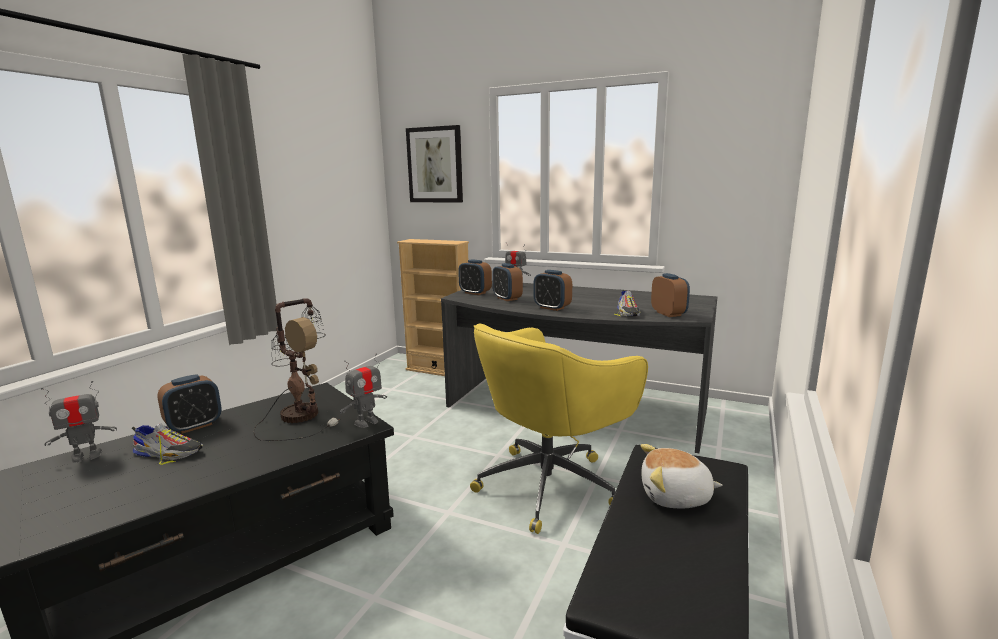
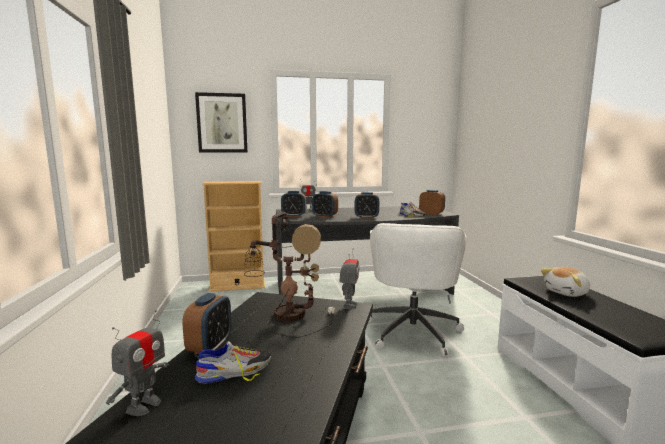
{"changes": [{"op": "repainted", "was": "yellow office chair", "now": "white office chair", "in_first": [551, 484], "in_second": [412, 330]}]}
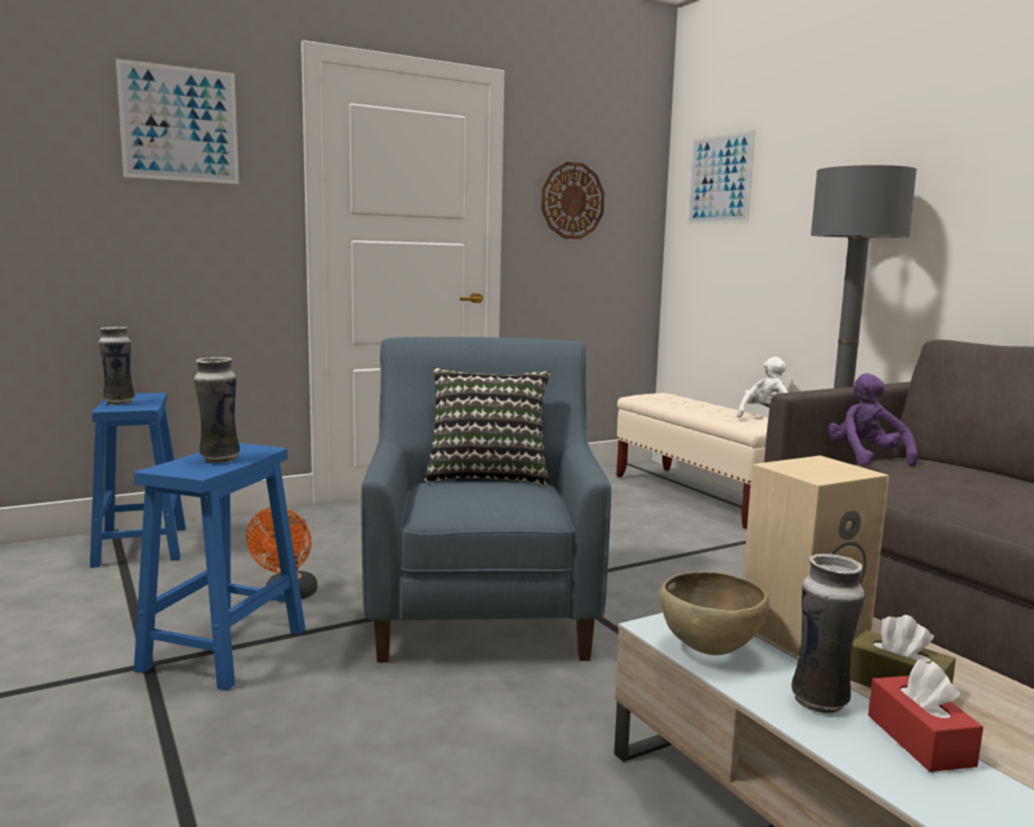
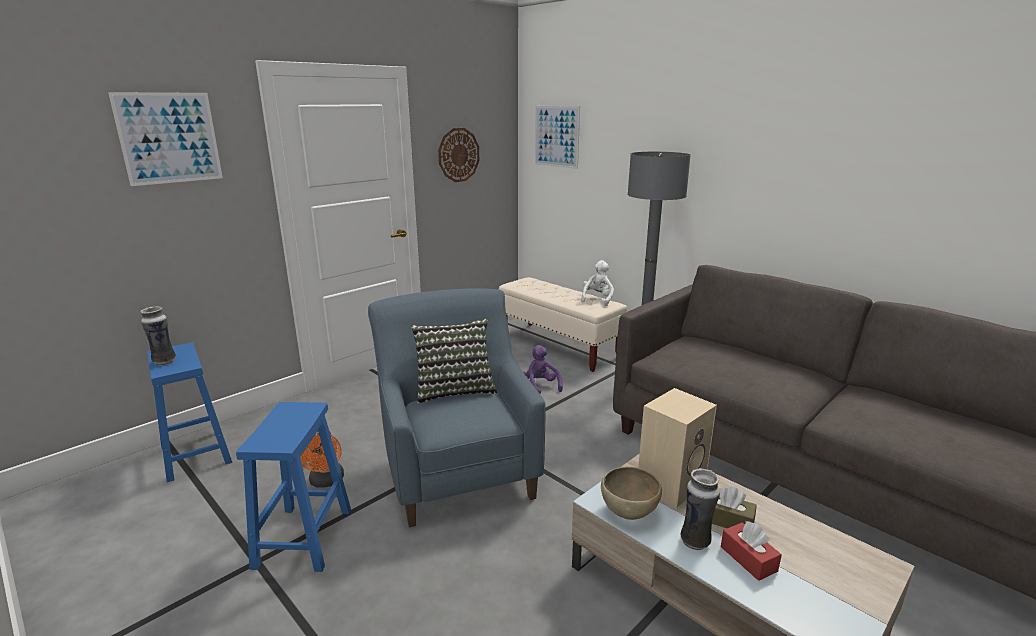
{"changes": [{"op": "shifted", "was": "purple plush toy", "in_first": [865, 458], "in_second": [540, 386]}, {"op": "gone", "was": "vase", "in_first": [219, 459]}]}
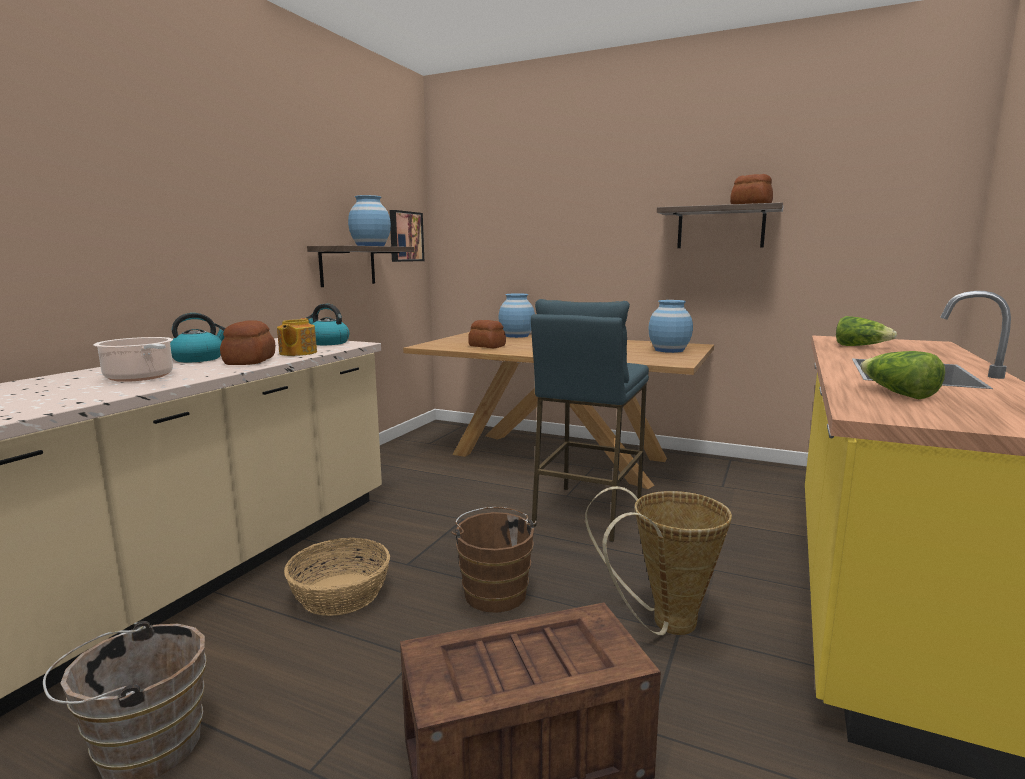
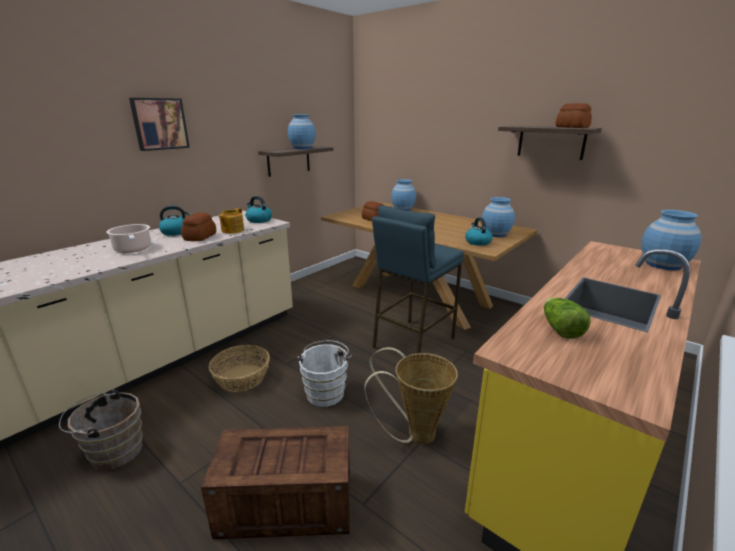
{"changes": [{"op": "shifted", "was": "picture", "in_first": [405, 236], "in_second": [159, 124]}, {"op": "repainted", "was": "brown bucket", "now": "white bucket", "in_first": [495, 591], "in_second": [326, 391]}, {"op": "new", "now": "kettle", "in_second": [477, 242]}, {"op": "new", "now": "blue vase", "in_second": [663, 265]}, {"op": "gone", "was": "lettuce", "in_first": [860, 346]}]}
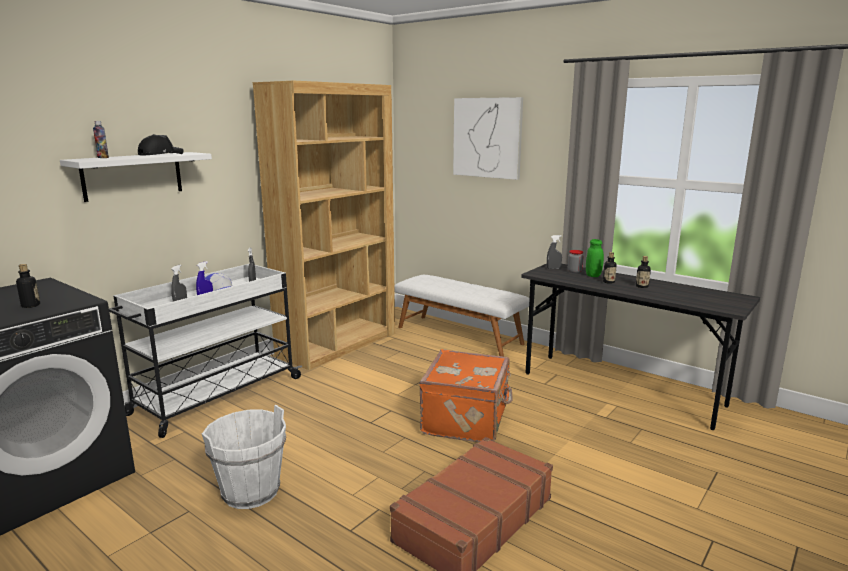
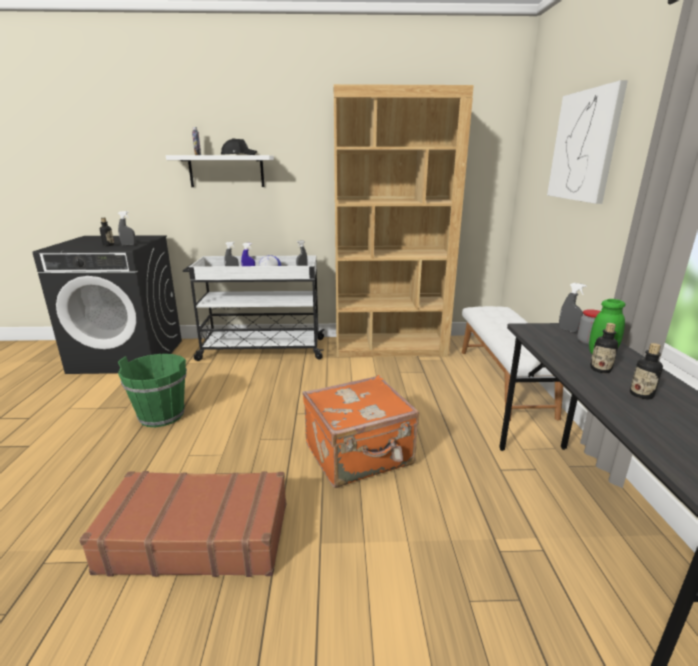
{"changes": [{"op": "new", "now": "grey spray bottle", "in_second": [128, 245]}, {"op": "repainted", "was": "white bucket", "now": "green bucket", "in_first": [251, 491], "in_second": [162, 415]}]}
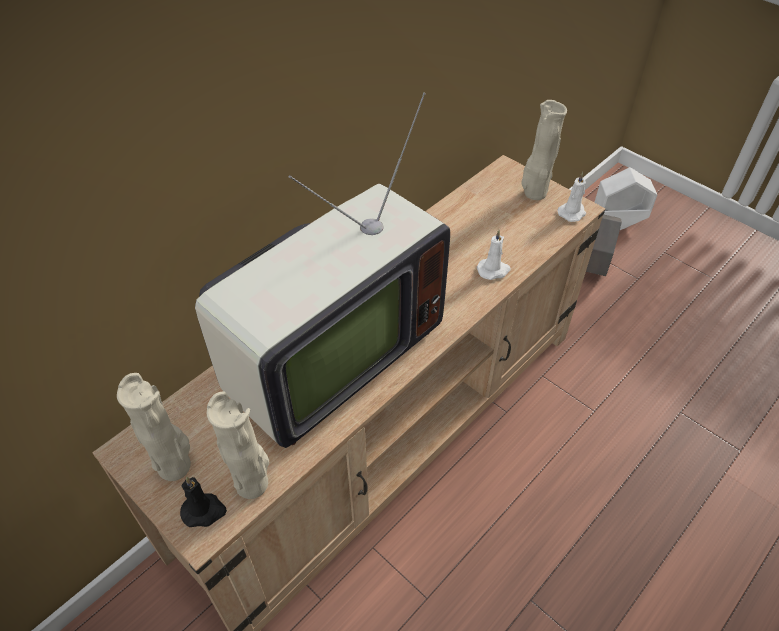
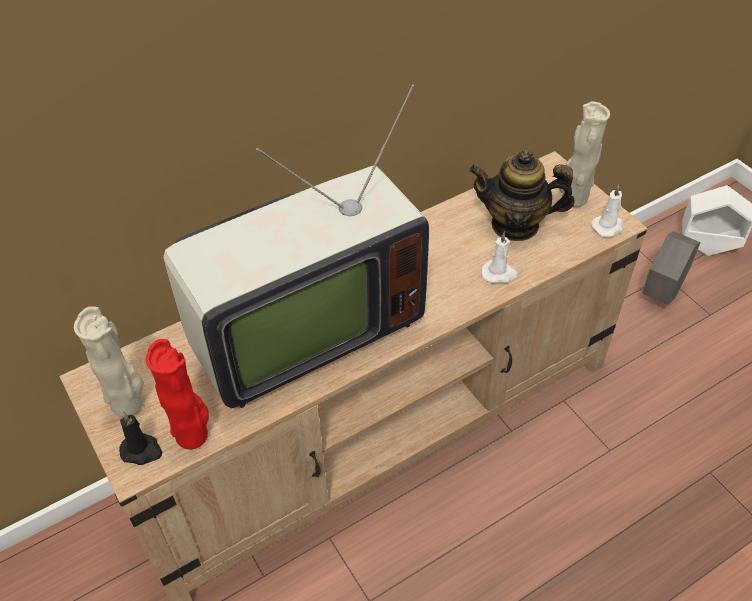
{"changes": [{"op": "repainted", "was": "beige vase", "now": "red vase", "in_first": [253, 483], "in_second": [194, 435]}, {"op": "new", "now": "teapot", "in_second": [515, 225]}]}
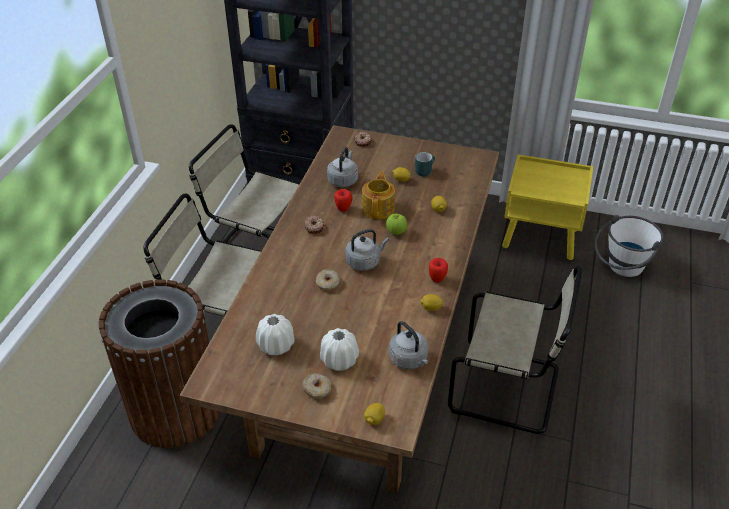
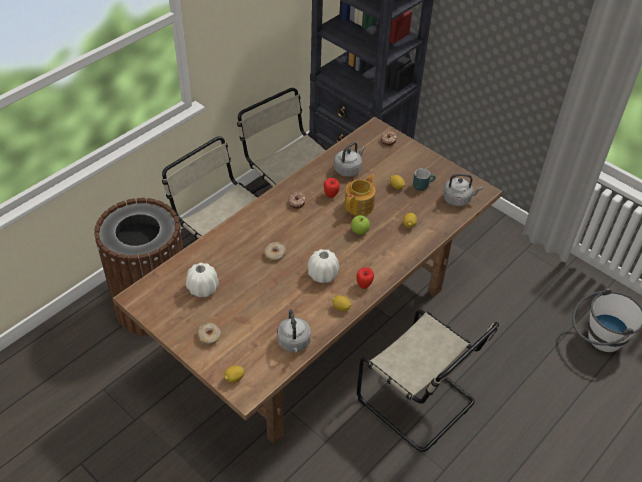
{"changes": [{"op": "shifted", "was": "white vase", "in_first": [339, 360], "in_second": [323, 274]}, {"op": "shifted", "was": "grey kettle", "in_first": [364, 261], "in_second": [458, 199]}, {"op": "gone", "was": "yellow nightstand", "in_first": [541, 238]}]}
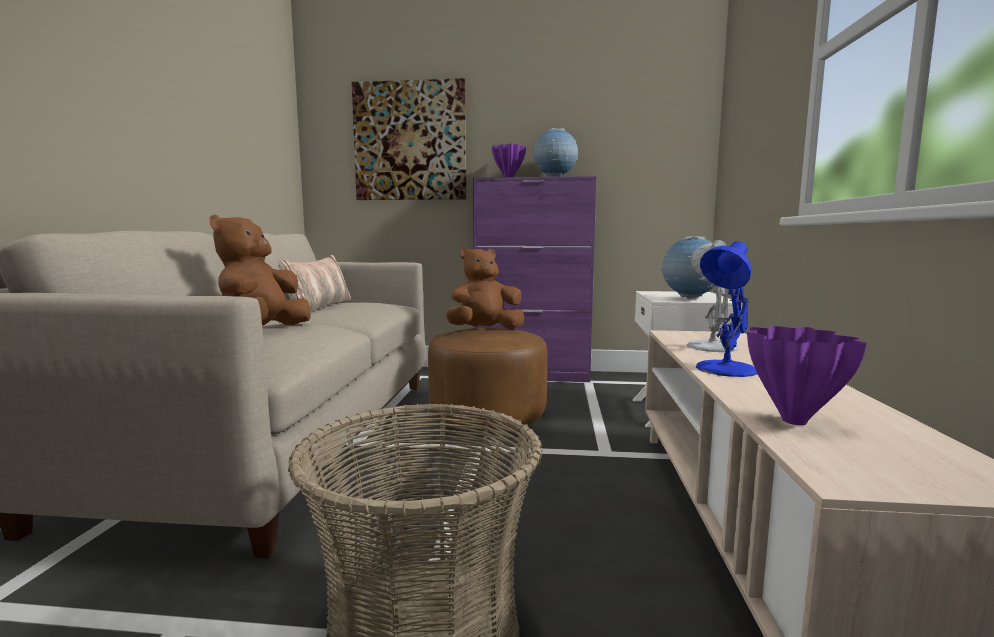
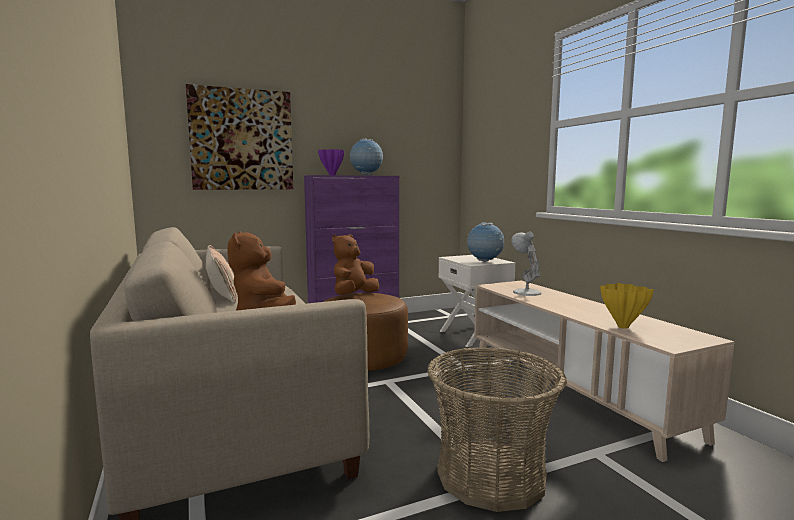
{"changes": [{"op": "repainted", "was": "purple vase", "now": "yellow vase", "in_first": [792, 420], "in_second": [622, 326]}, {"op": "gone", "was": "blue table lamp", "in_first": [725, 369]}]}
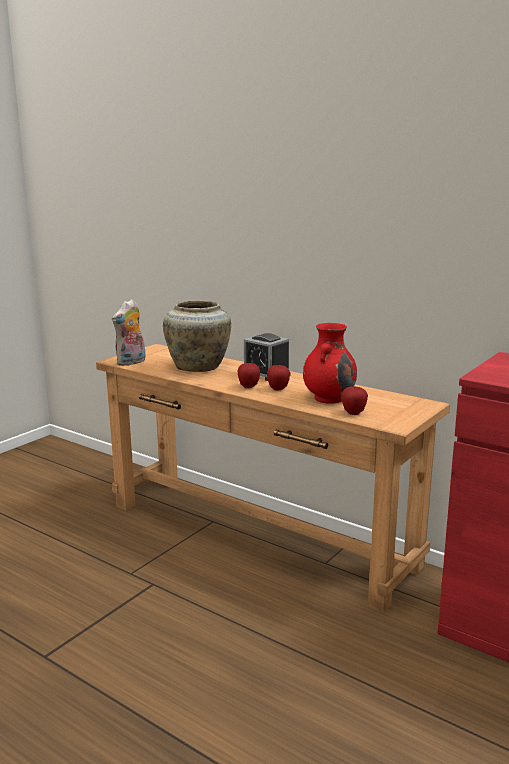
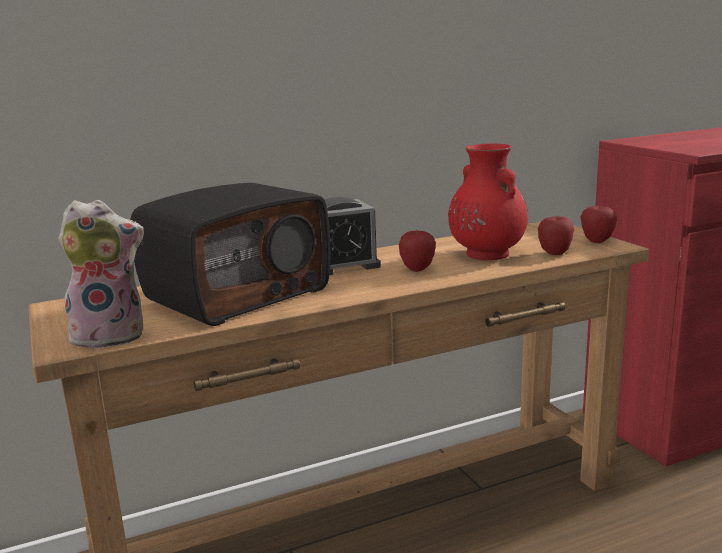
{"changes": [{"op": "rotated", "was": "plush toy", "in_first": [131, 362], "in_second": [111, 335], "clockwise": -75}, {"op": "swapped", "was": "beige vase", "now": "radio", "in_first": [199, 367], "in_second": [237, 294]}, {"op": "shifted", "was": "apple", "in_first": [248, 387], "in_second": [597, 241]}]}
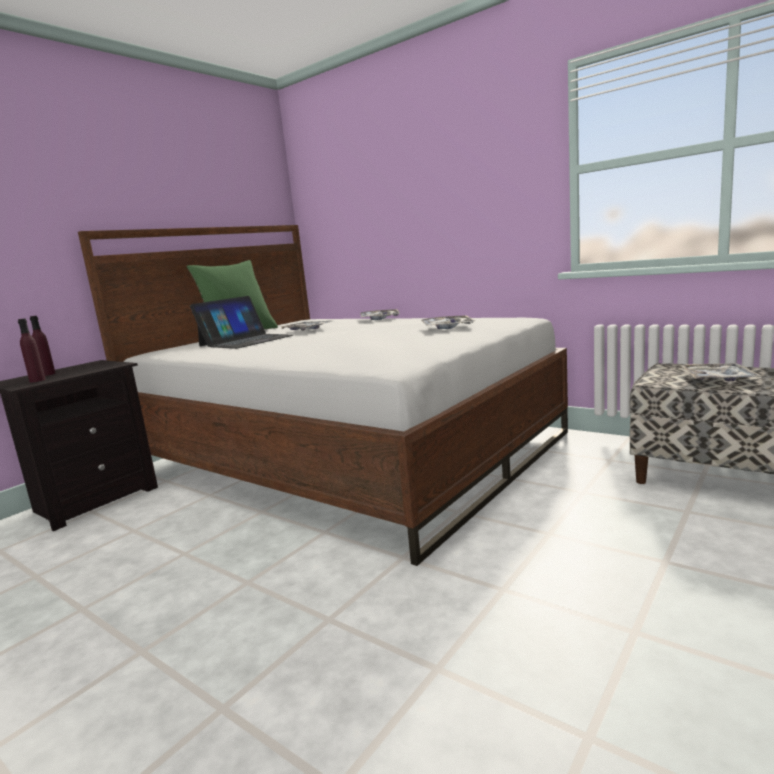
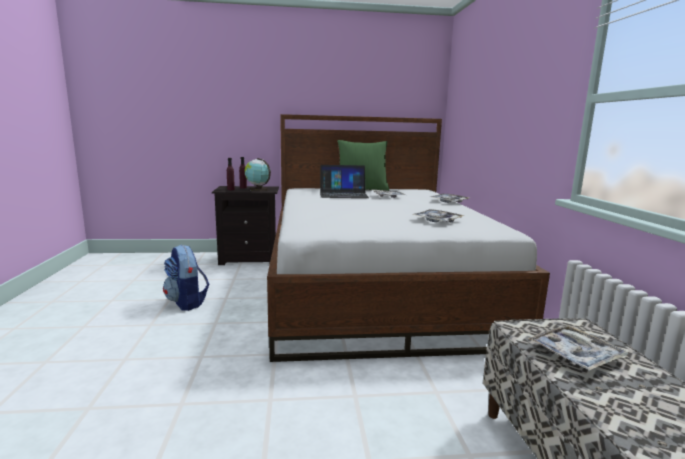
{"changes": [{"op": "new", "now": "backpack", "in_second": [187, 302]}, {"op": "new", "now": "globe", "in_second": [258, 189]}]}
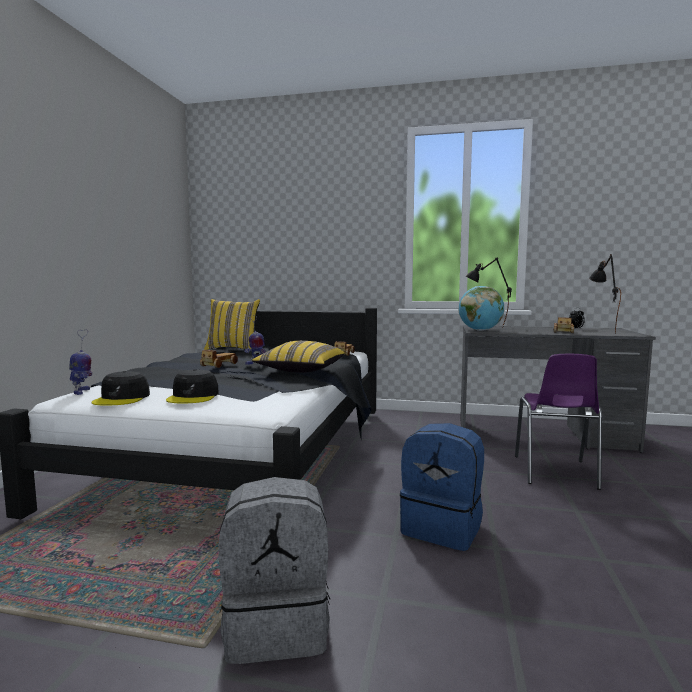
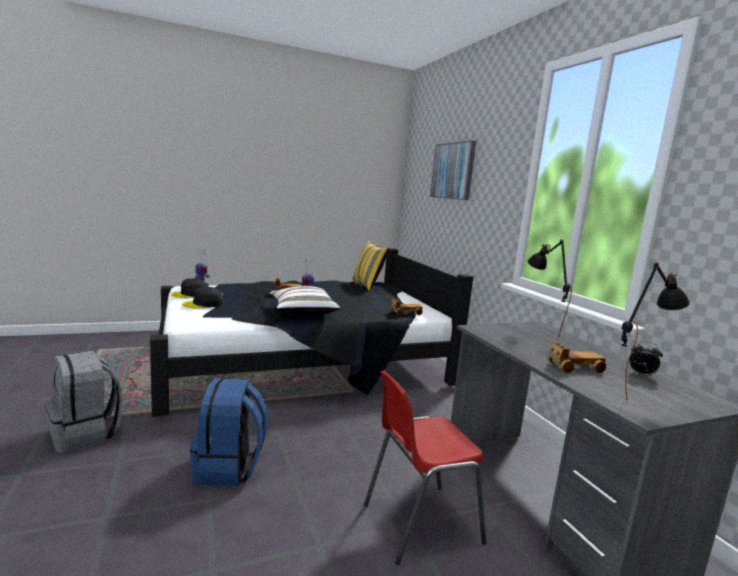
{"changes": [{"op": "repainted", "was": "yellow pillow", "now": "white pillow", "in_first": [300, 371], "in_second": [302, 312]}, {"op": "repainted", "was": "purple chair", "now": "red chair", "in_first": [555, 473], "in_second": [418, 523]}, {"op": "new", "now": "picture", "in_second": [453, 171]}, {"op": "gone", "was": "globe", "in_first": [480, 330]}]}
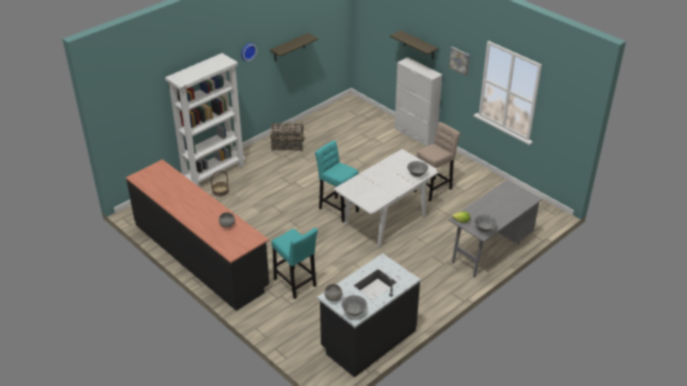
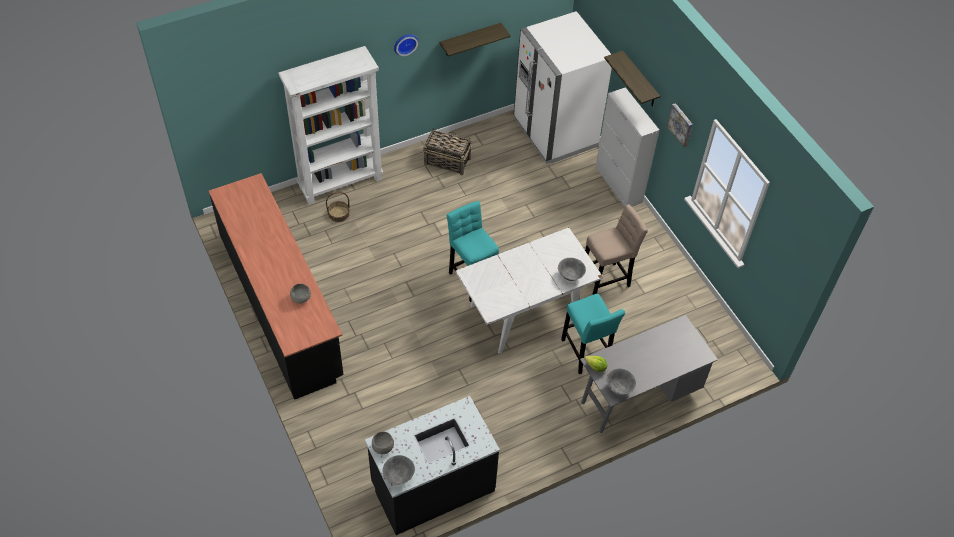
{"changes": [{"op": "new", "now": "white fridge", "in_second": [555, 133]}, {"op": "shifted", "was": "turquoise stool", "in_first": [296, 284], "in_second": [585, 354]}]}
